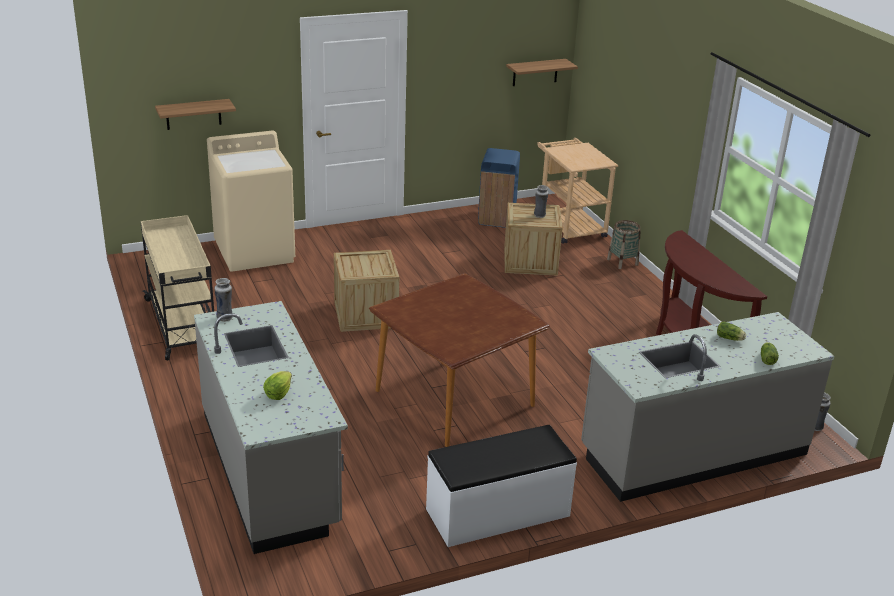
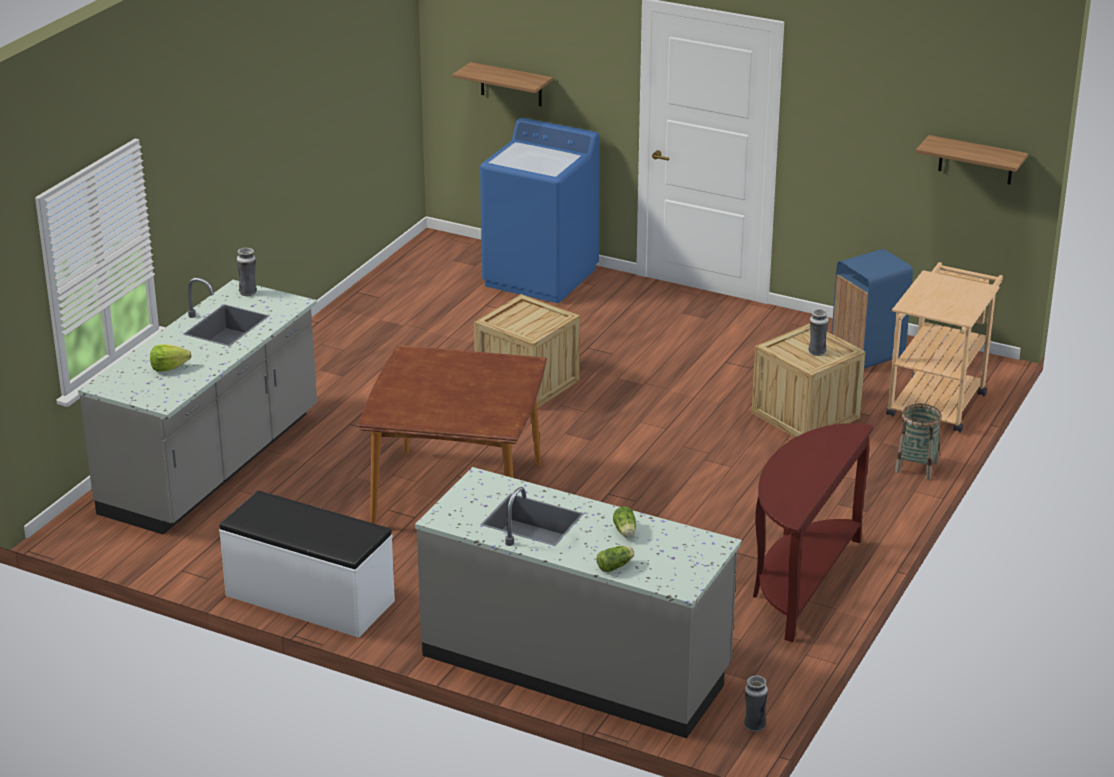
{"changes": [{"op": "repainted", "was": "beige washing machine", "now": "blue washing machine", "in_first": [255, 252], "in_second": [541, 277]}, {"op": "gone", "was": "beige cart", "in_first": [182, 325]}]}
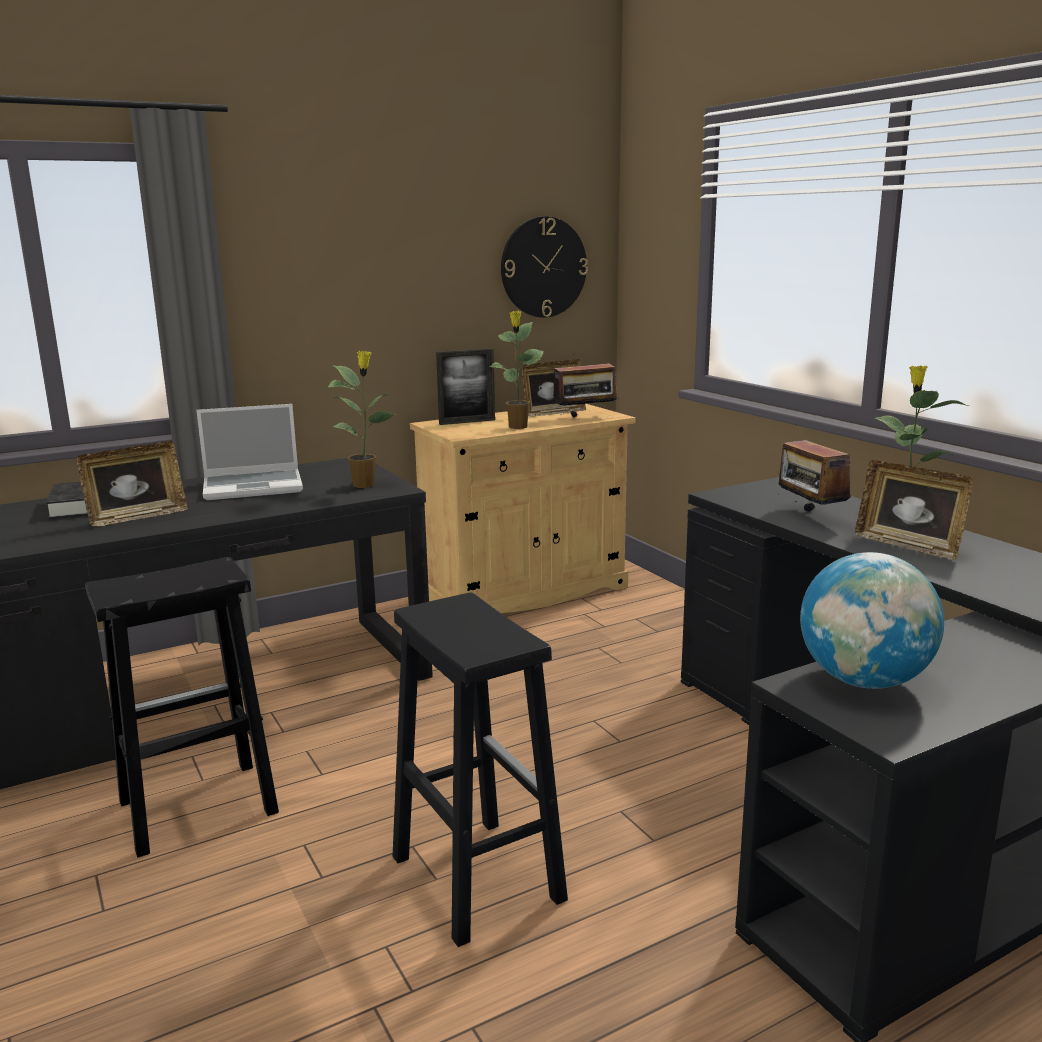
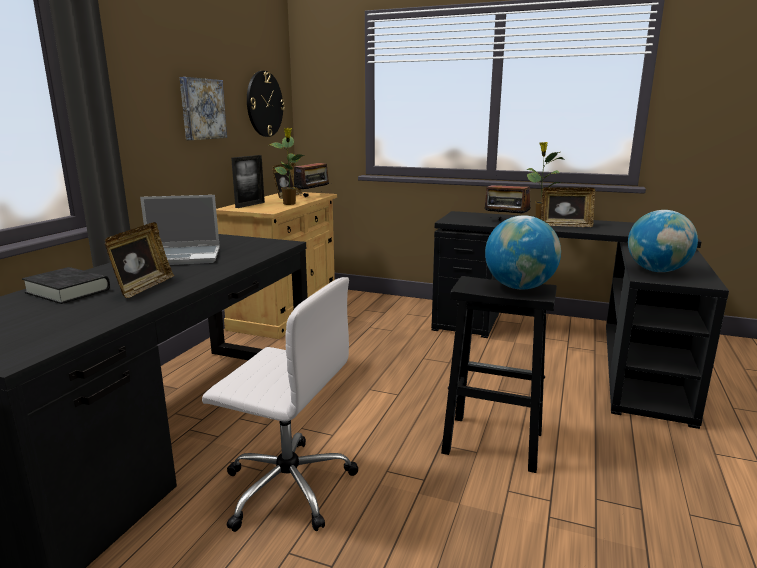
{"changes": [{"op": "rotated", "was": "laptop", "in_first": [254, 486], "in_second": [182, 257], "clockwise": 45}, {"op": "new", "now": "picture", "in_second": [201, 109]}, {"op": "swapped", "was": "black stool", "now": "white office chair", "in_first": [195, 808], "in_second": [287, 486]}, {"op": "new", "now": "globe", "in_second": [519, 287]}, {"op": "gone", "was": "potted plant", "in_first": [365, 485]}]}
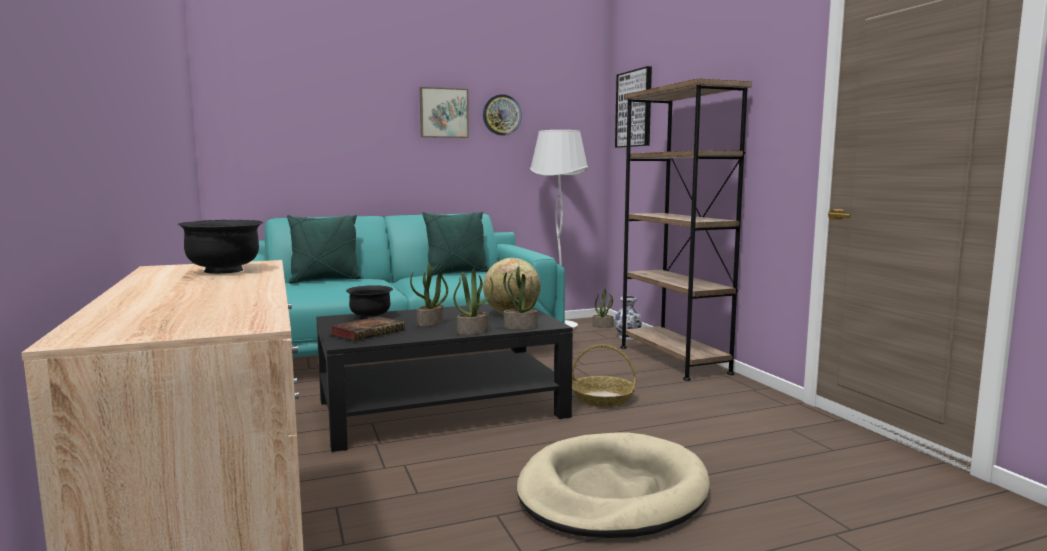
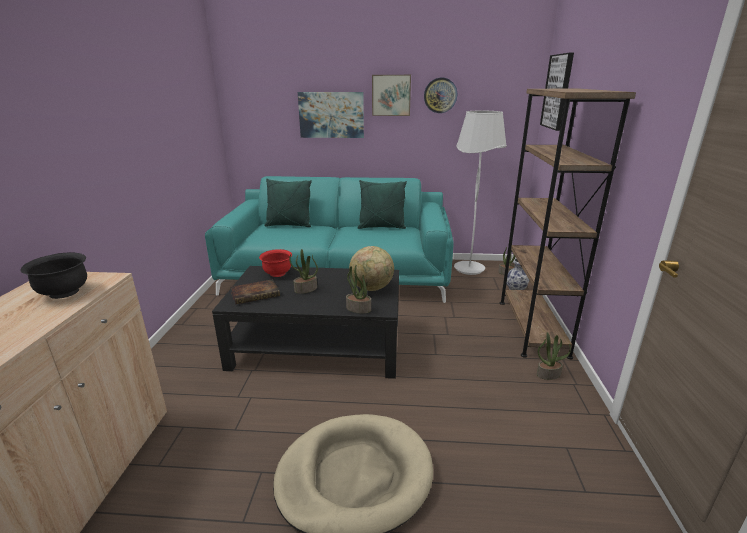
{"changes": [{"op": "repainted", "was": "black bowl", "now": "red bowl", "in_first": [370, 317], "in_second": [277, 274]}, {"op": "new", "now": "picture", "in_second": [331, 115]}, {"op": "shifted", "was": "potted plant", "in_first": [473, 331], "in_second": [548, 374]}, {"op": "gone", "was": "basket", "in_first": [603, 398]}]}
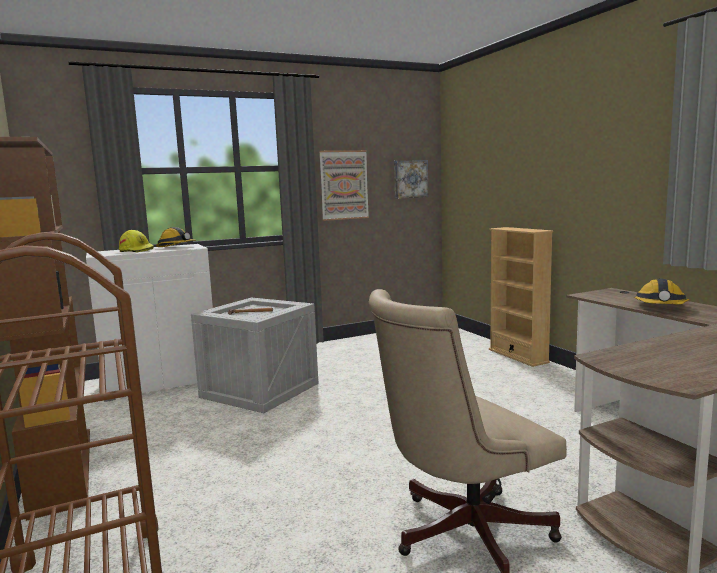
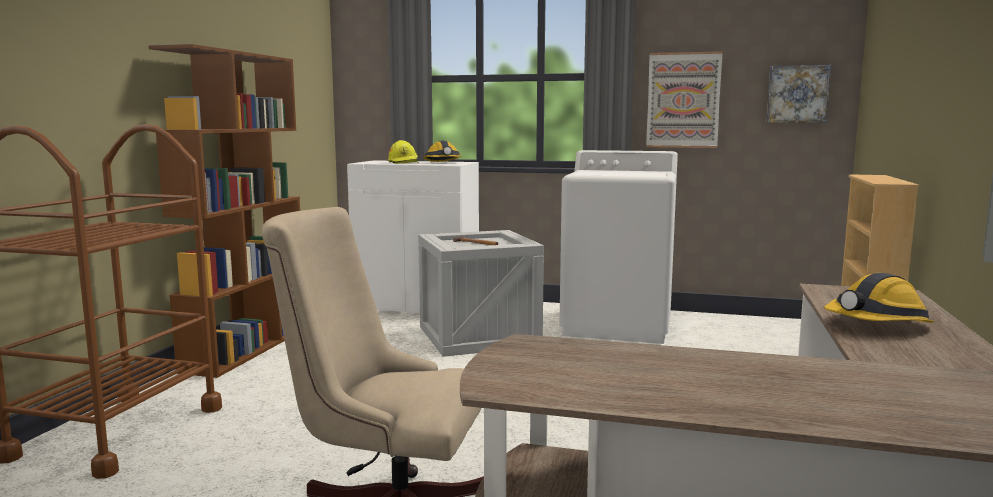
{"changes": [{"op": "new", "now": "white washing machine", "in_second": [618, 325]}]}
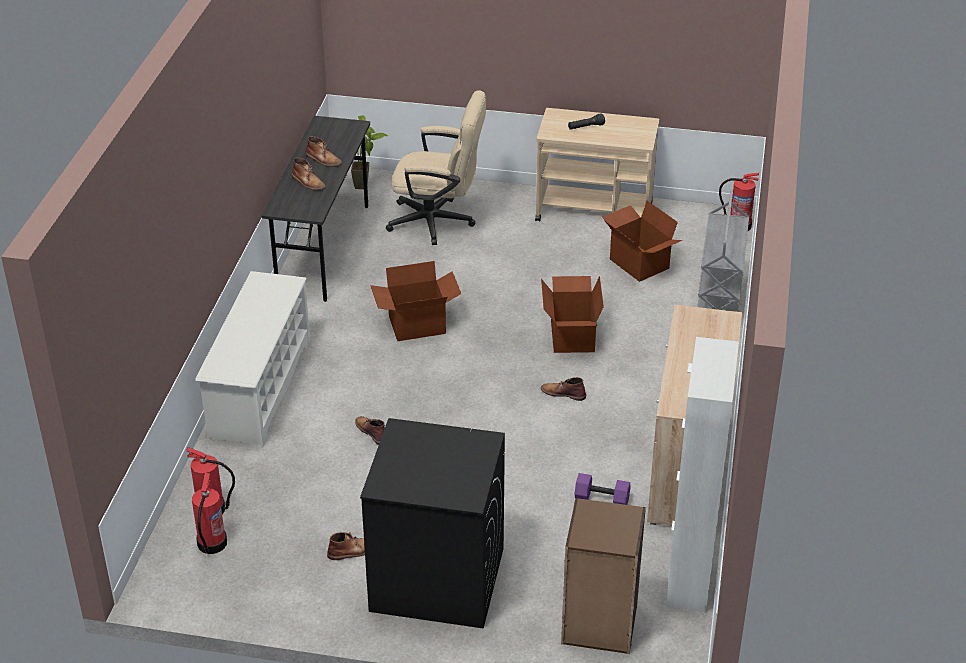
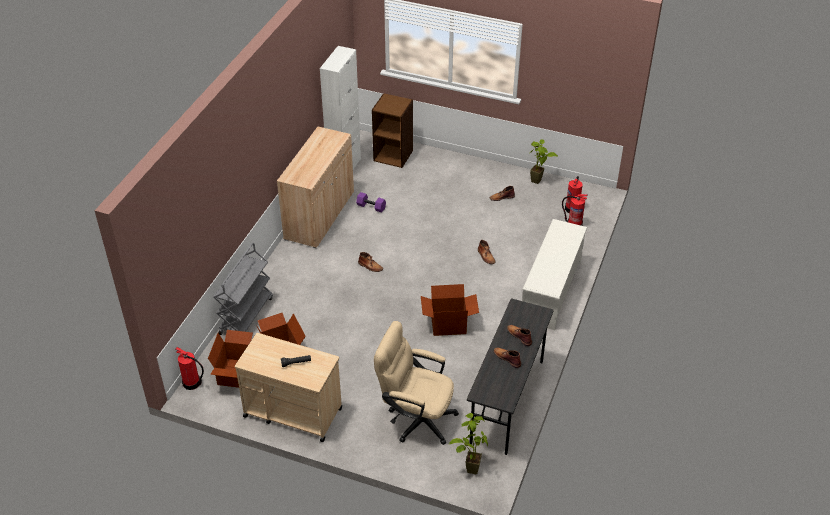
{"changes": [{"op": "shifted", "was": "cardboard box", "in_first": [571, 337], "in_second": [236, 373]}, {"op": "new", "now": "potted plant", "in_second": [539, 183]}, {"op": "gone", "was": "black washing machine", "in_first": [436, 580]}]}
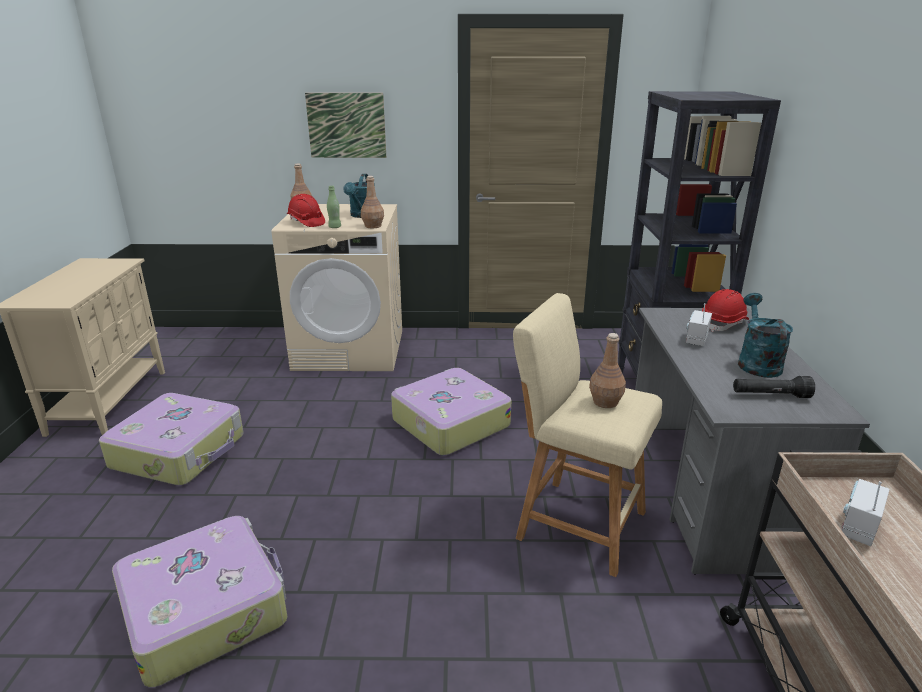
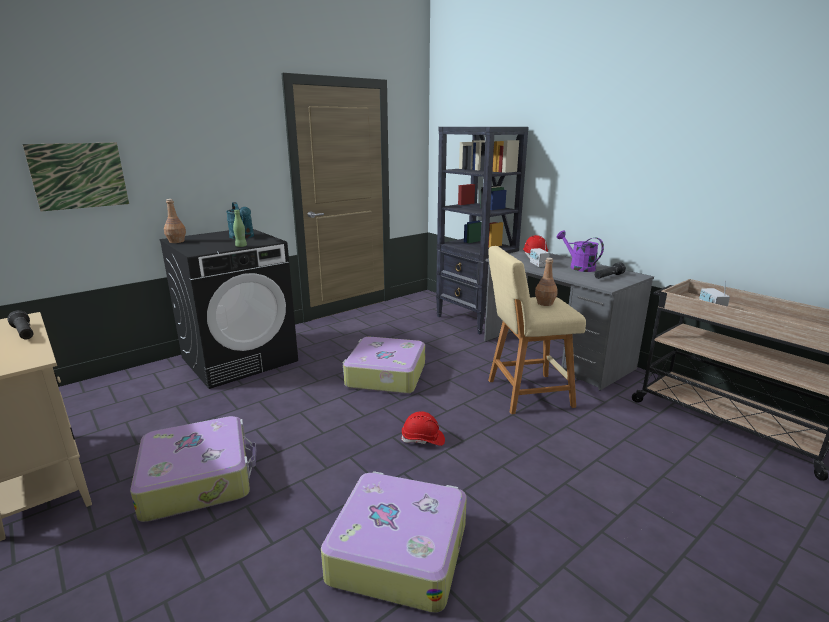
{"changes": [{"op": "new", "now": "black flashlight", "in_second": [24, 333]}, {"op": "shifted", "was": "picture", "in_first": [346, 125], "in_second": [79, 176]}, {"op": "repainted", "was": "beige washing machine", "now": "black washing machine", "in_first": [350, 349], "in_second": [240, 359]}, {"op": "shifted", "was": "red hard hat", "in_first": [306, 222], "in_second": [423, 439]}, {"op": "repainted", "was": "turquoise watering can", "now": "purple watering can", "in_first": [756, 362], "in_second": [578, 267]}, {"op": "gone", "was": "brown bottle", "in_first": [373, 226]}]}
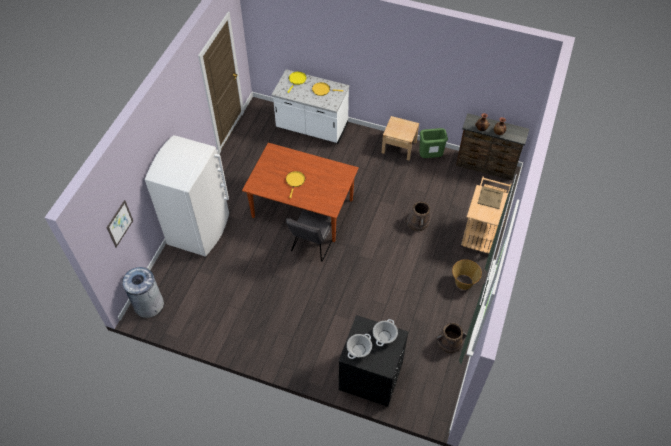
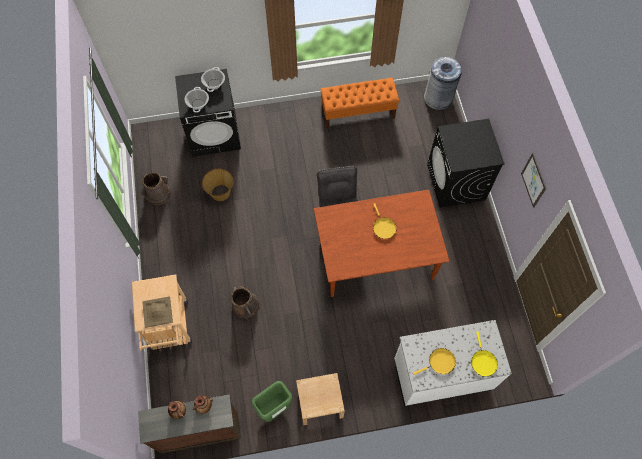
{"changes": [{"op": "shifted", "was": "basket", "in_first": [463, 282], "in_second": [220, 192]}, {"op": "new", "now": "orange bench", "in_second": [358, 112]}, {"op": "swapped", "was": "white fridge", "now": "black washing machine", "in_first": [200, 229], "in_second": [456, 182]}, {"op": "shifted", "was": "picture", "in_first": [119, 223], "in_second": [533, 180]}]}
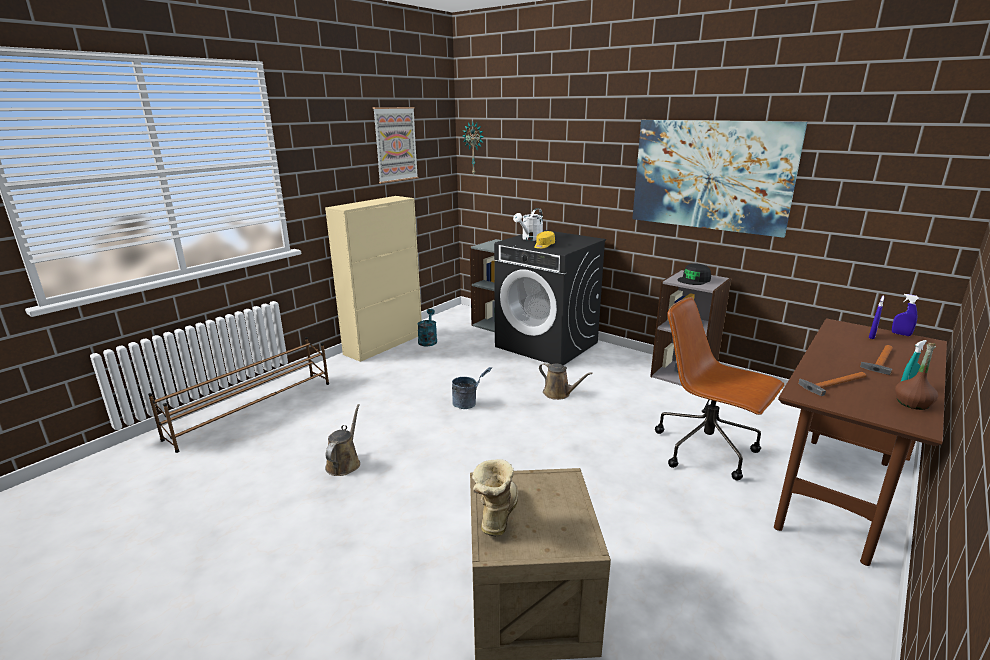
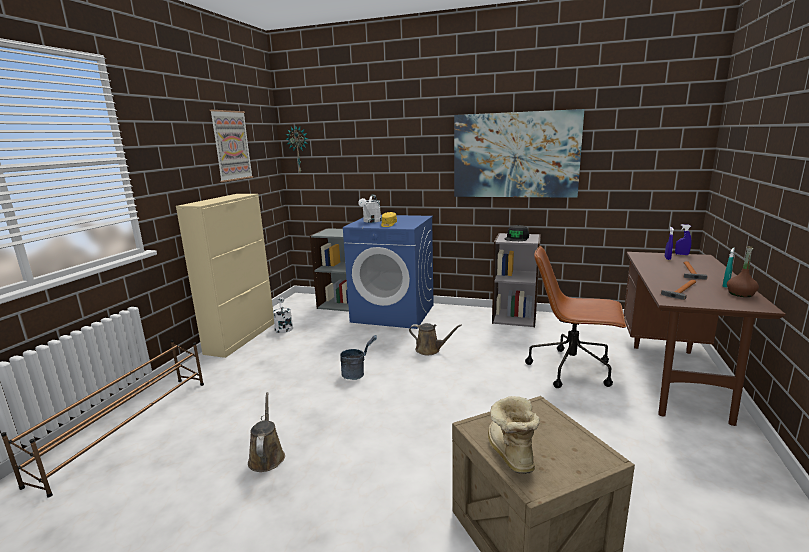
{"changes": [{"op": "repainted", "was": "turquoise watering can", "now": "white watering can", "in_first": [428, 340], "in_second": [283, 327]}, {"op": "repainted", "was": "black washing machine", "now": "blue washing machine", "in_first": [547, 345], "in_second": [394, 313]}]}
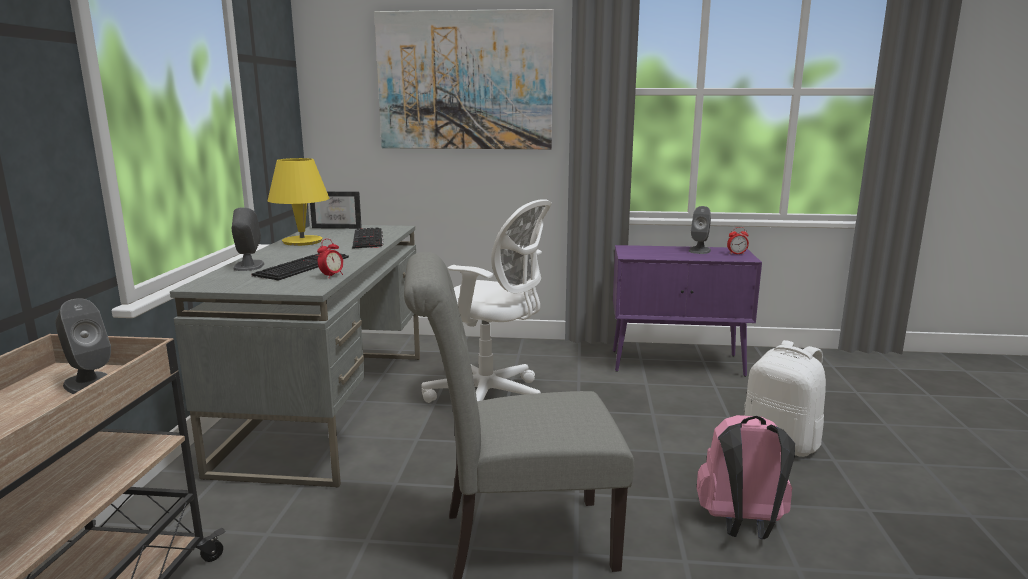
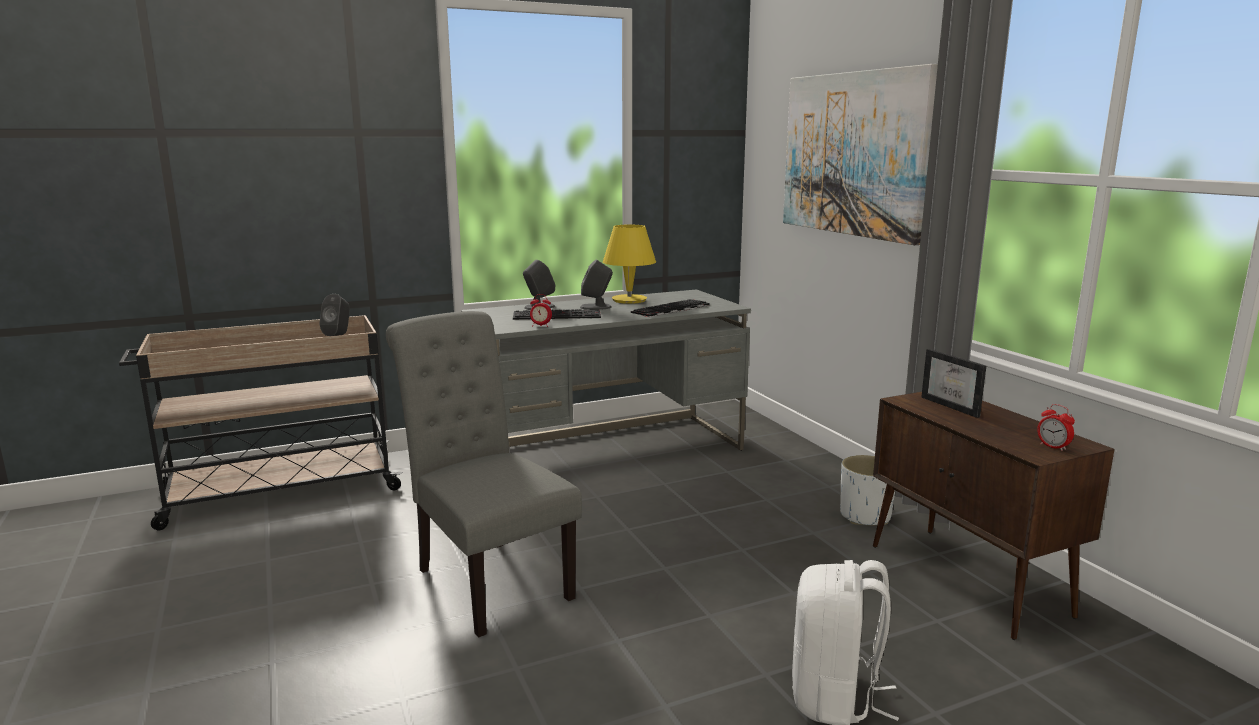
{"changes": [{"op": "shifted", "was": "grey speaker", "in_first": [699, 250], "in_second": [596, 307]}, {"op": "new", "now": "white planter", "in_second": [865, 516]}, {"op": "repainted", "was": "purple cabinet", "now": "brown cabinet", "in_first": [678, 363], "in_second": [968, 580]}, {"op": "shifted", "was": "picture frame", "in_first": [339, 227], "in_second": [955, 406]}, {"op": "gone", "was": "white office chair", "in_first": [491, 398]}, {"op": "gone", "was": "pink backpack", "in_first": [742, 526]}]}
